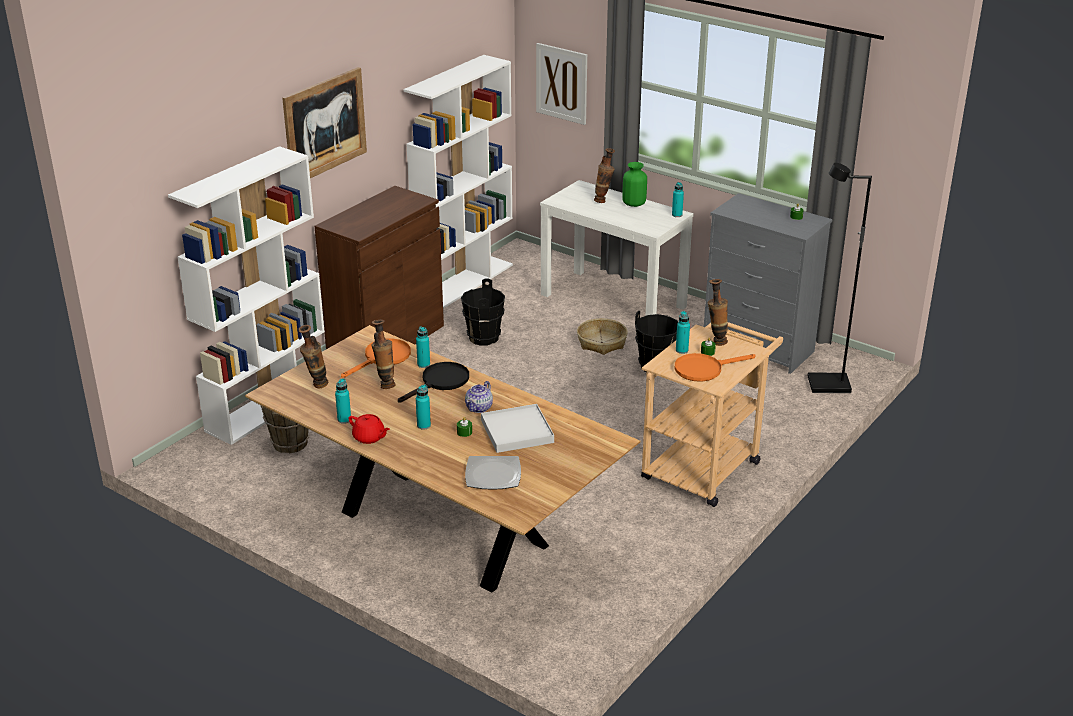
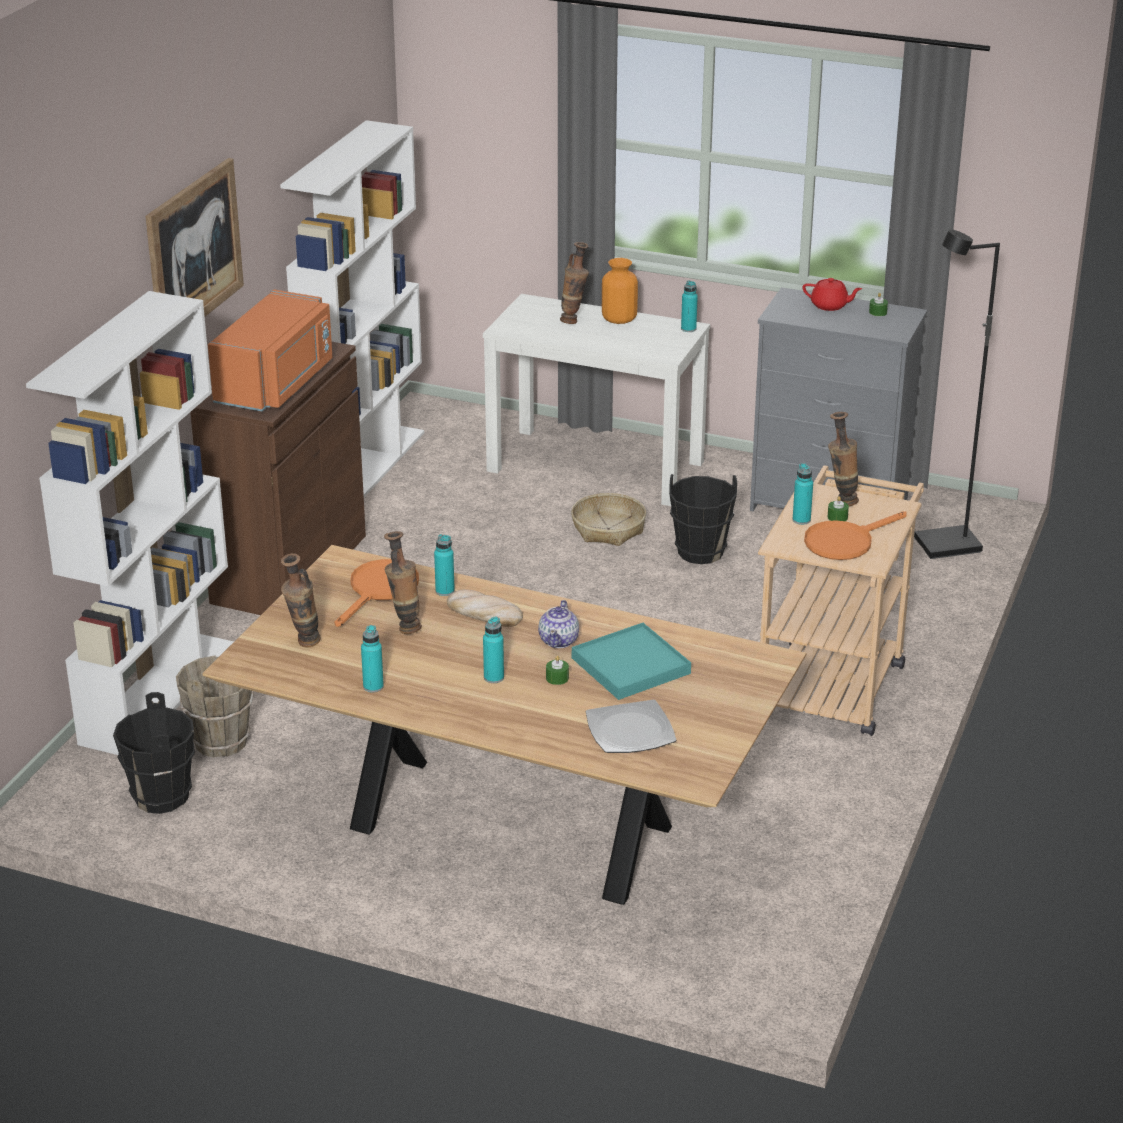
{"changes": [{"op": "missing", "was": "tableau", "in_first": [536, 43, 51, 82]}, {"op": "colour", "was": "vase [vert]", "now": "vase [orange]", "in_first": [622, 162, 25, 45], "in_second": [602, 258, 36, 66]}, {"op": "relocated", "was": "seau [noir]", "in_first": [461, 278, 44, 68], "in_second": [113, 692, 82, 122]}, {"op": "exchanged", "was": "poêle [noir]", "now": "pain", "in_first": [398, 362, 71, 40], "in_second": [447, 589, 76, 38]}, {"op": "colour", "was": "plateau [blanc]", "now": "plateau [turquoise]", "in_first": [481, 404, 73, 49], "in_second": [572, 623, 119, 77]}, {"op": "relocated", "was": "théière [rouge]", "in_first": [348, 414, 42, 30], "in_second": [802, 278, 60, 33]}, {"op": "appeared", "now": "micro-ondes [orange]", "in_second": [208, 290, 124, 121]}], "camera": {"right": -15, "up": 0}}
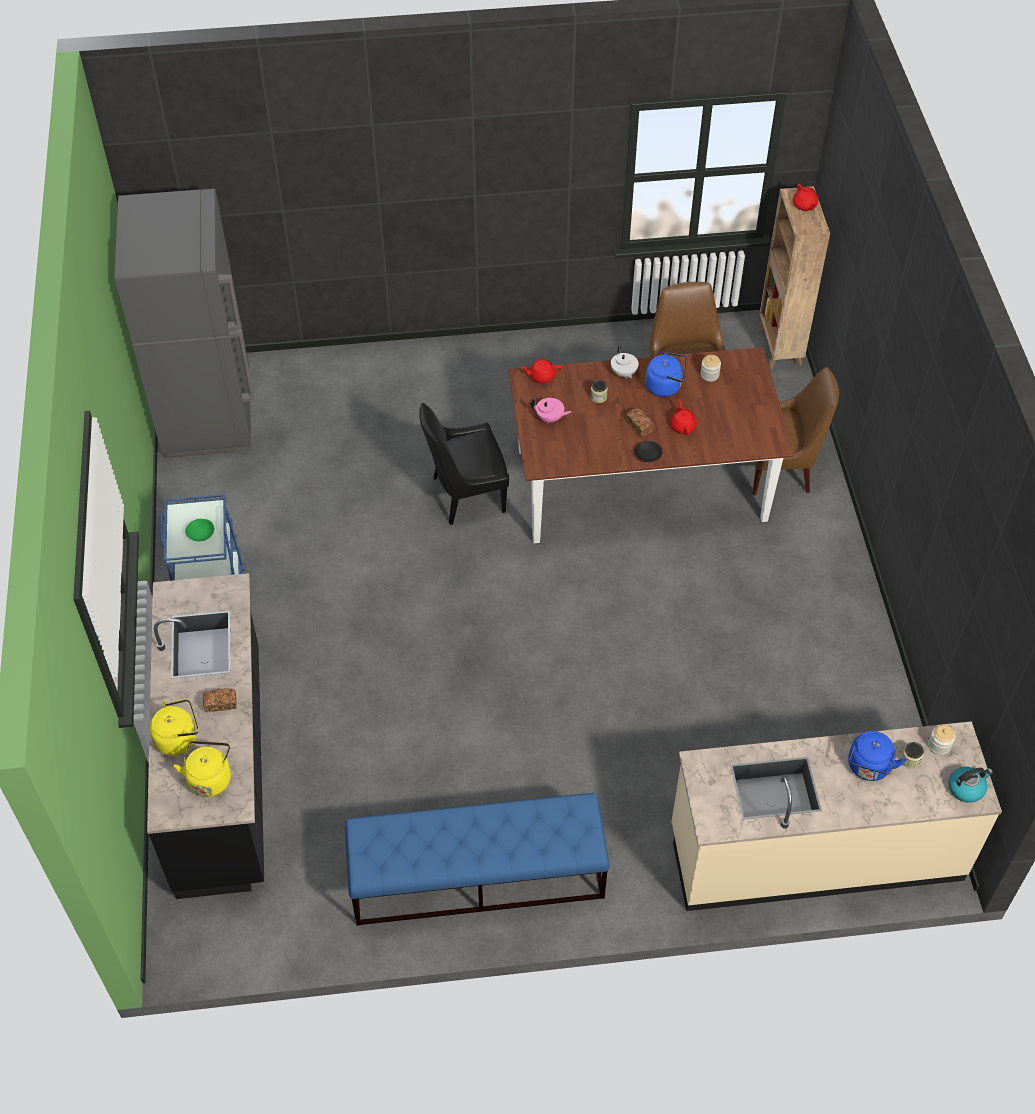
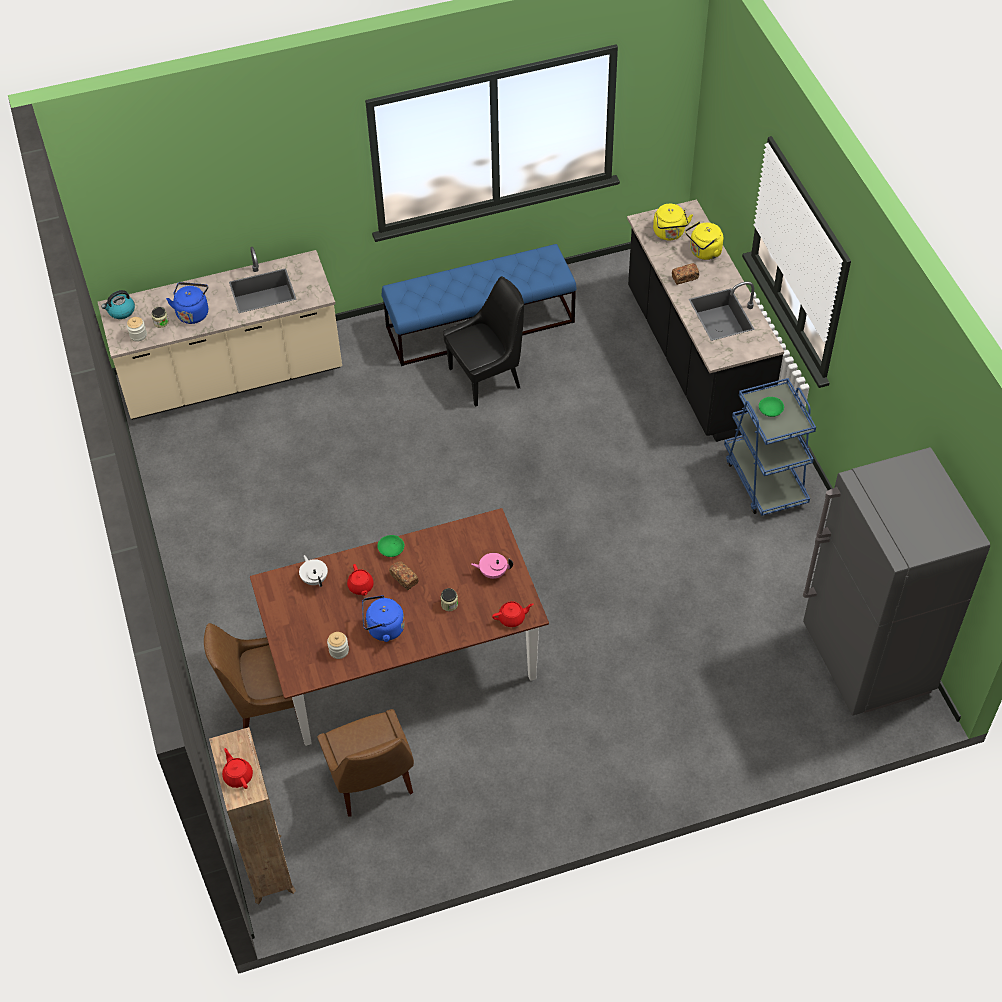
{"changes": [{"op": "relocated", "was": "théière [blanc]", "in_first": [611, 346, 28, 32], "in_second": [299, 555, 29, 32]}, {"op": "relocated", "was": "chaise [noir]", "in_first": [419, 403, 90, 122], "in_second": [443, 276, 81, 131]}, {"op": "colour", "was": "bol [noir]", "now": "bol [vert]", "in_first": [634, 441, 28, 21], "in_second": [377, 535, 27, 22]}], "camera": {"right": 170, "up": 0}}
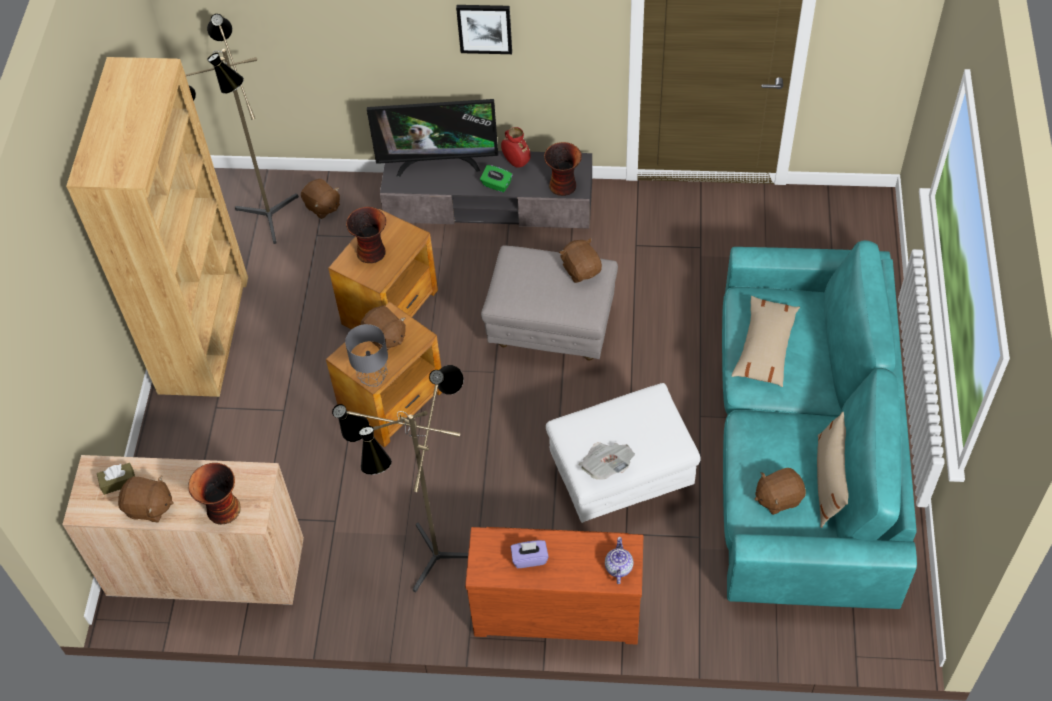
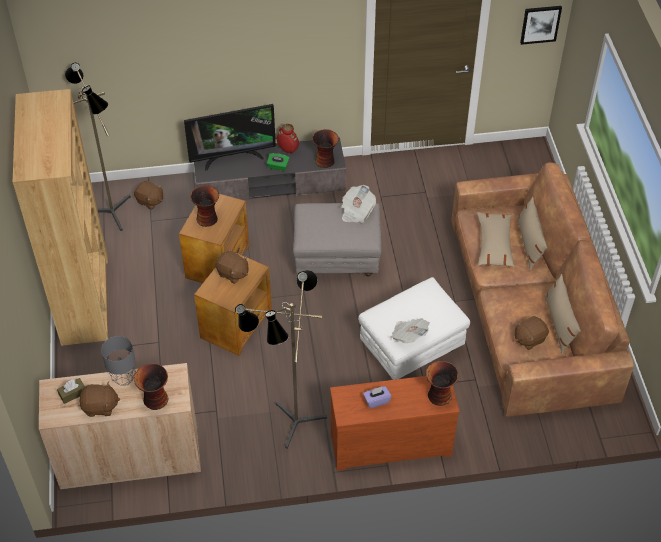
{"changes": [{"op": "relocated", "was": "tableau", "in_first": [456, 5, 56, 49], "in_second": [520, 6, 42, 39]}, {"op": "exchanged", "was": "peluche [marron]", "now": "journal", "in_first": [559, 238, 43, 45], "in_second": [341, 185, 35, 38]}, {"op": "colour", "was": "canapé [turquoise]", "now": "canapé [marron]", "in_first": [722, 240, 195, 369], "in_second": [451, 162, 183, 255]}, {"op": "relocated", "was": "lampe de table [gris]", "in_first": [345, 324, 43, 63], "in_second": [101, 336, 35, 50]}, {"op": "exchanged", "was": "théière", "now": "vase", "in_first": [605, 537, 28, 47], "in_second": [426, 361, 32, 45]}, {"op": "appeared", "now": "coussin [beige]", "in_second": [517, 196, 30, 75]}], "camera": {"right": -15, "up": -5}}
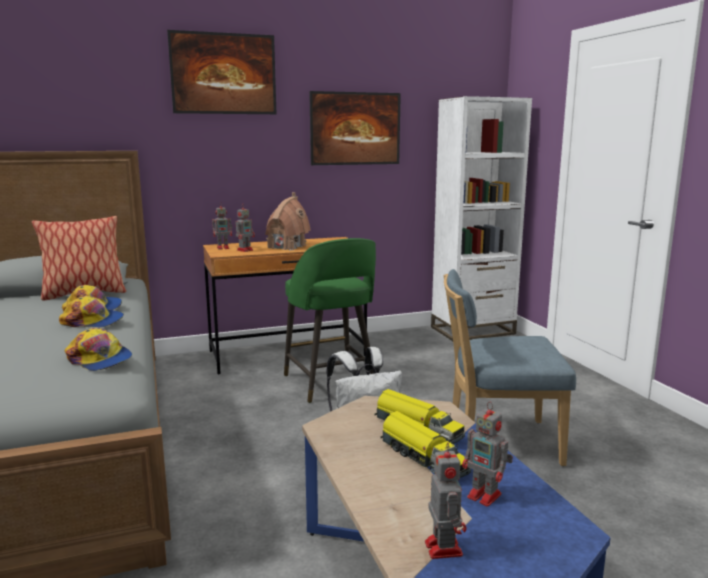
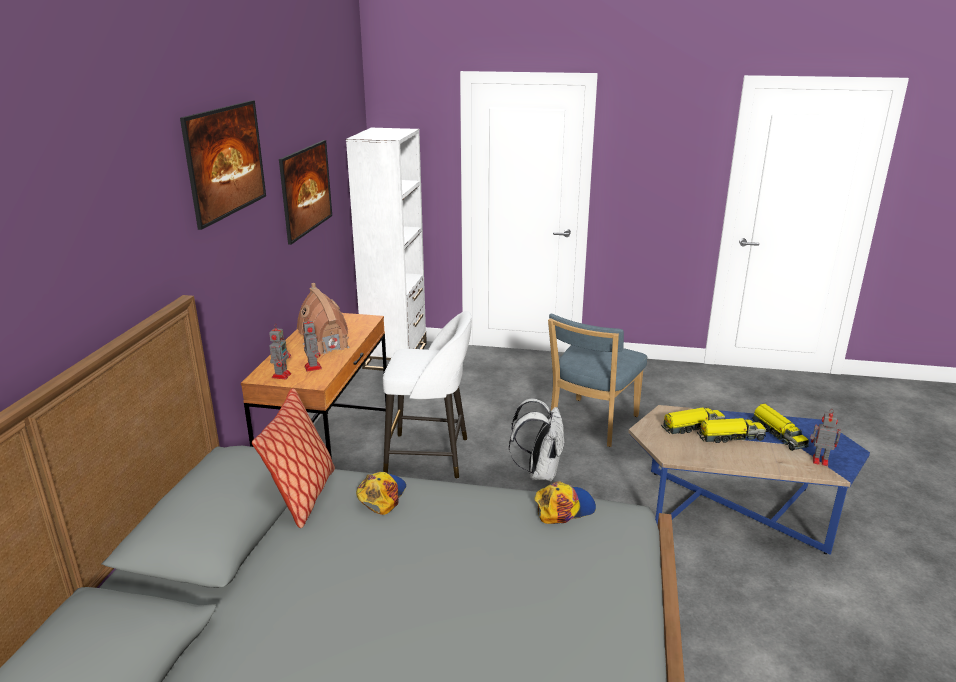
{"changes": [{"op": "colour", "was": "tabouret [vert]", "now": "tabouret [blanc]", "in_first": [284, 238, 92, 165], "in_second": [383, 311, 89, 168]}, {"op": "missing", "was": "casquette", "in_first": [59, 296, 65, 31]}, {"op": "exchanged", "was": "robot jouet", "now": "camion jouet", "in_first": [462, 402, 51, 105], "in_second": [752, 404, 57, 47]}], "camera": {"right": -60, "up": 10}}
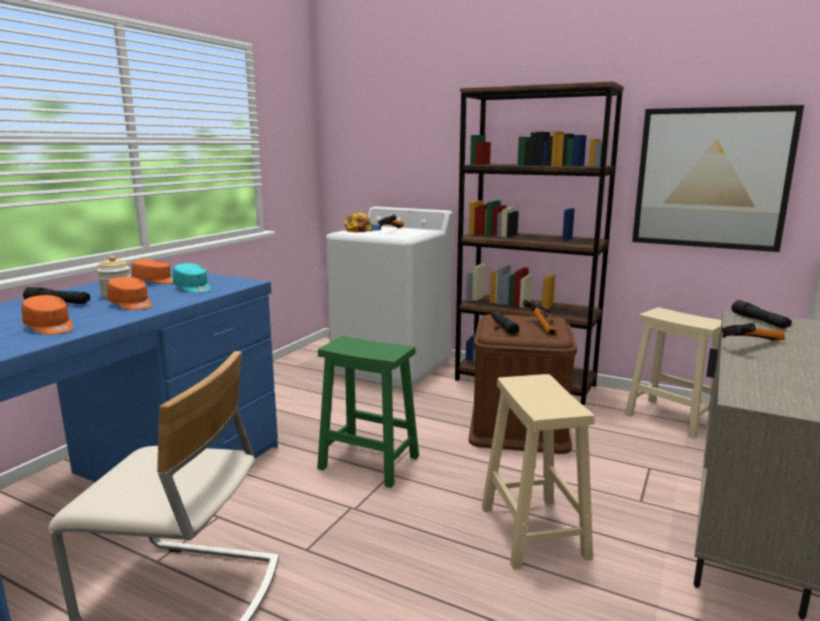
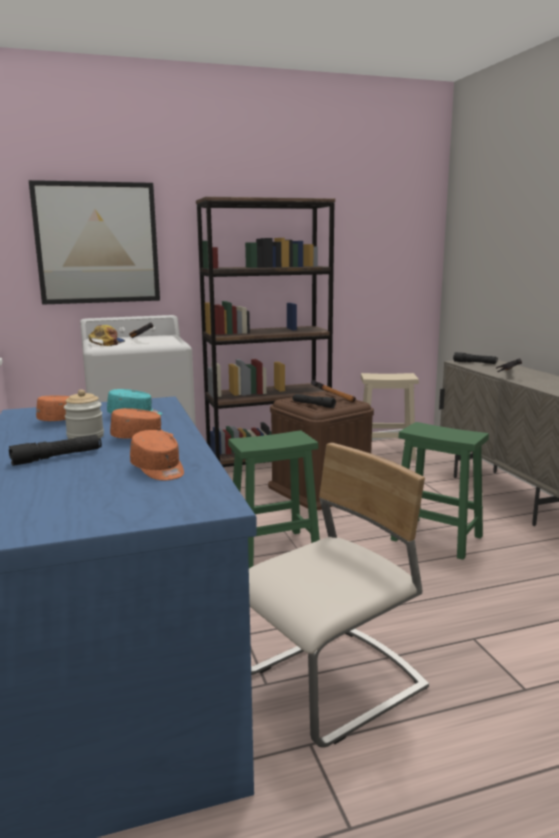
{"changes": [{"op": "relocated", "was": "tableau", "in_first": [632, 105, 172, 147], "in_second": [29, 180, 131, 125]}, {"op": "spun", "was": "casquette [orange]", "in_first": [22, 295, 51, 40], "in_second": [130, 430, 54, 51], "clockwise": 60}, {"op": "colour", "was": "tabouret [beige]", "now": "tabouret [vert]", "in_first": [482, 374, 113, 195], "in_second": [391, 422, 98, 138]}], "camera": {"right": -45, "up": 0}}
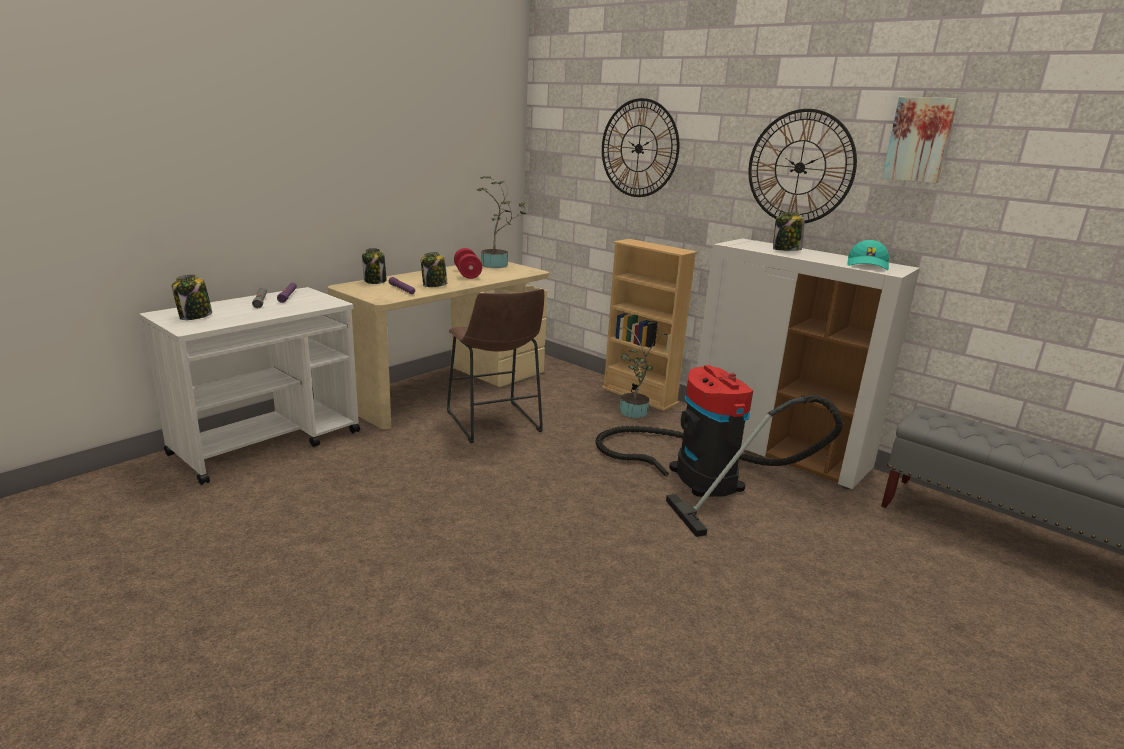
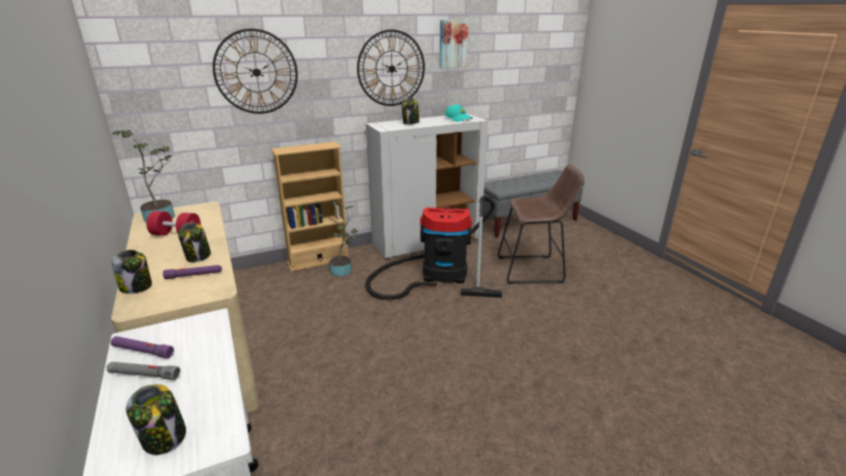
{"changes": [{"op": "relocated", "was": "tabouret [marron]", "in_first": [447, 289, 97, 154], "in_second": [498, 164, 86, 120]}], "camera": {"right": -65, "up": 5}}
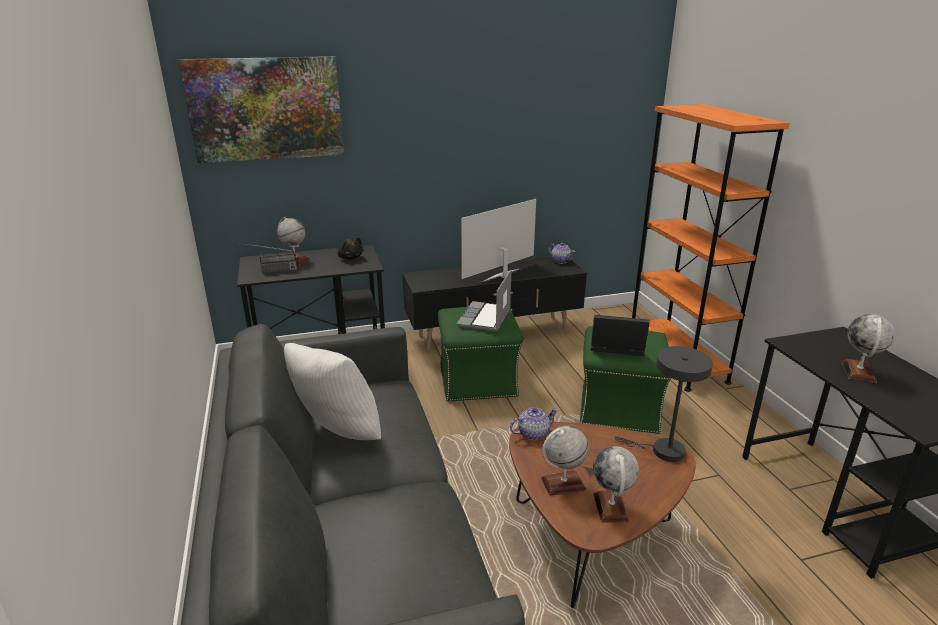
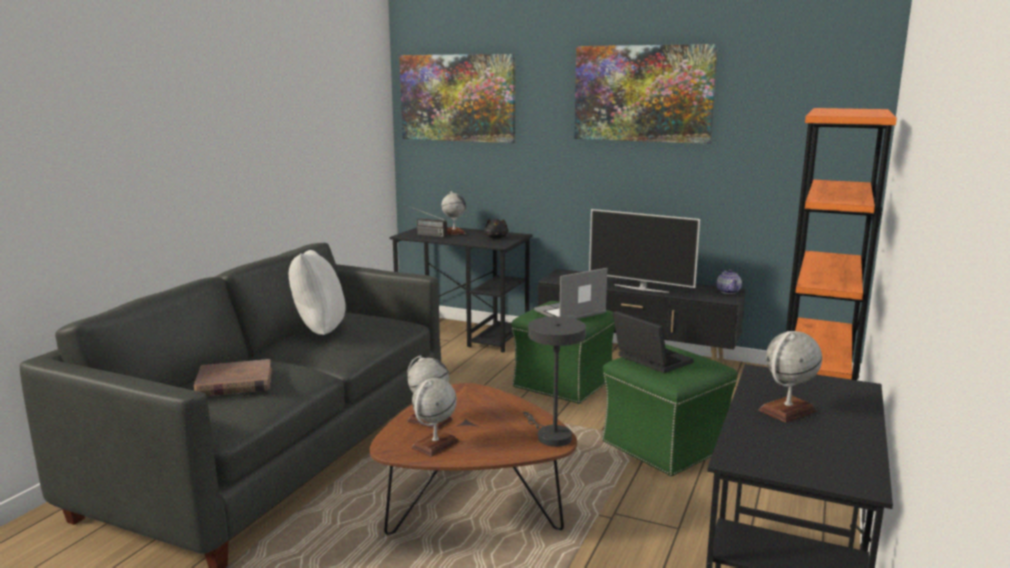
{"changes": [{"op": "spun", "was": "téléviseur", "in_first": [461, 199, 75, 83], "in_second": [589, 209, 111, 84], "clockwise": -150}, {"op": "missing", "was": "théière", "in_first": [510, 407, 48, 33]}, {"op": "appeared", "now": "tableau", "in_second": [574, 44, 144, 100]}, {"op": "appeared", "now": "livre [marron]", "in_second": [194, 359, 78, 37]}], "camera": {"right": 40, "up": -10}}
